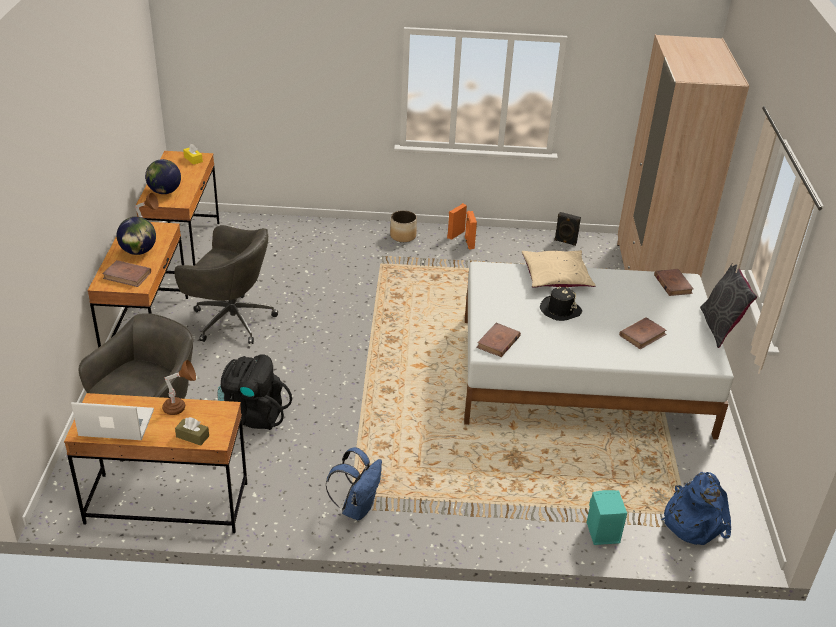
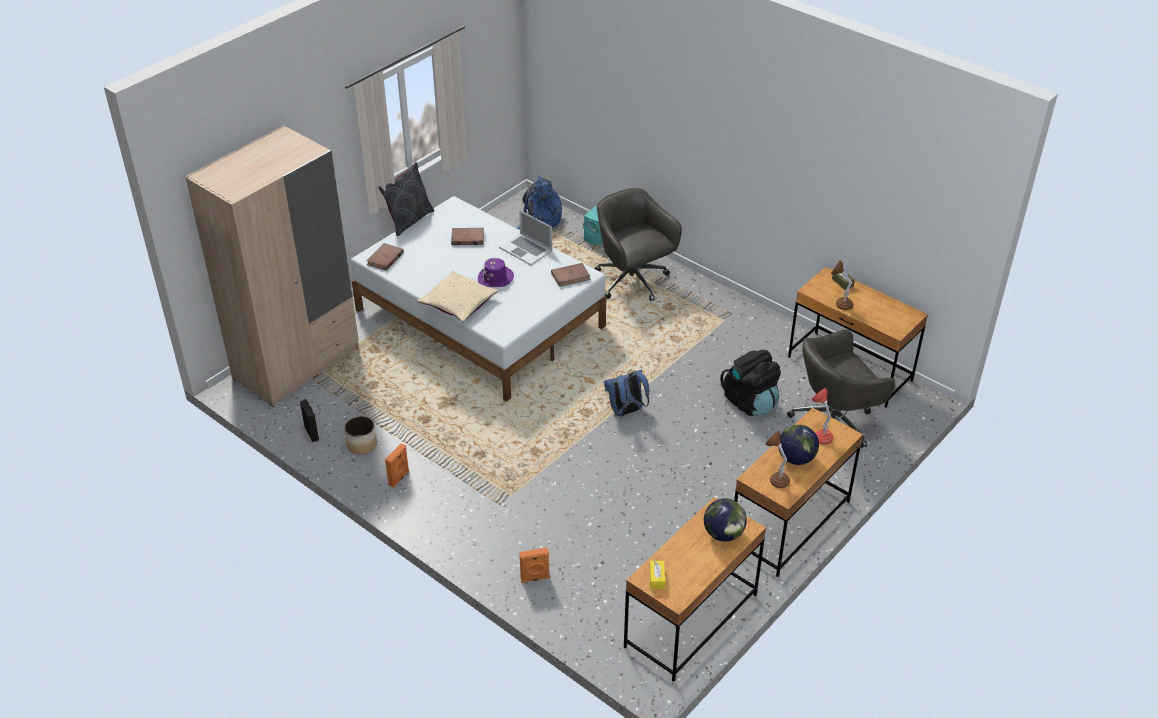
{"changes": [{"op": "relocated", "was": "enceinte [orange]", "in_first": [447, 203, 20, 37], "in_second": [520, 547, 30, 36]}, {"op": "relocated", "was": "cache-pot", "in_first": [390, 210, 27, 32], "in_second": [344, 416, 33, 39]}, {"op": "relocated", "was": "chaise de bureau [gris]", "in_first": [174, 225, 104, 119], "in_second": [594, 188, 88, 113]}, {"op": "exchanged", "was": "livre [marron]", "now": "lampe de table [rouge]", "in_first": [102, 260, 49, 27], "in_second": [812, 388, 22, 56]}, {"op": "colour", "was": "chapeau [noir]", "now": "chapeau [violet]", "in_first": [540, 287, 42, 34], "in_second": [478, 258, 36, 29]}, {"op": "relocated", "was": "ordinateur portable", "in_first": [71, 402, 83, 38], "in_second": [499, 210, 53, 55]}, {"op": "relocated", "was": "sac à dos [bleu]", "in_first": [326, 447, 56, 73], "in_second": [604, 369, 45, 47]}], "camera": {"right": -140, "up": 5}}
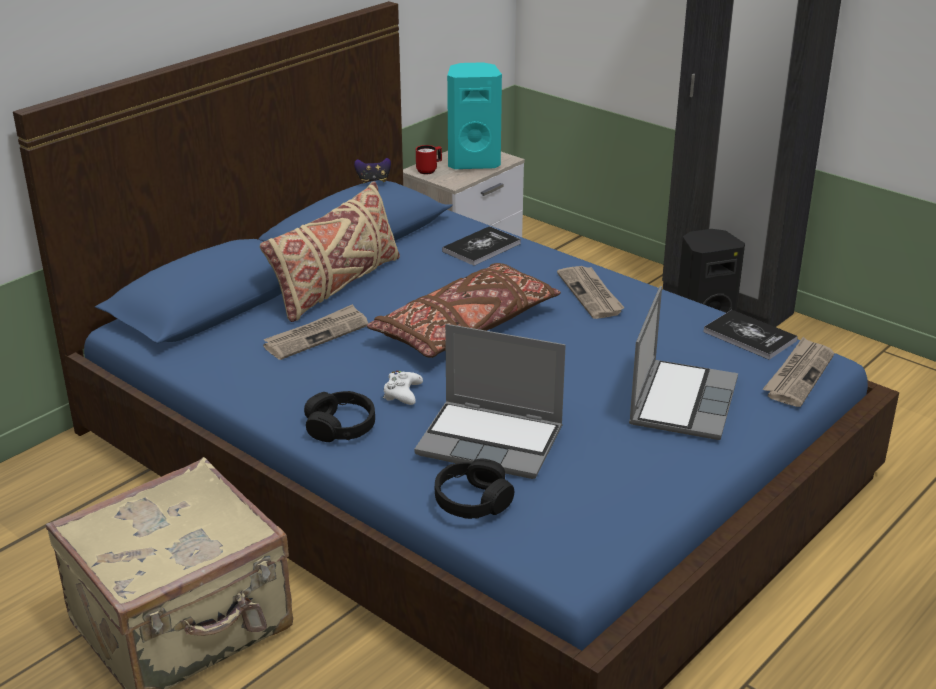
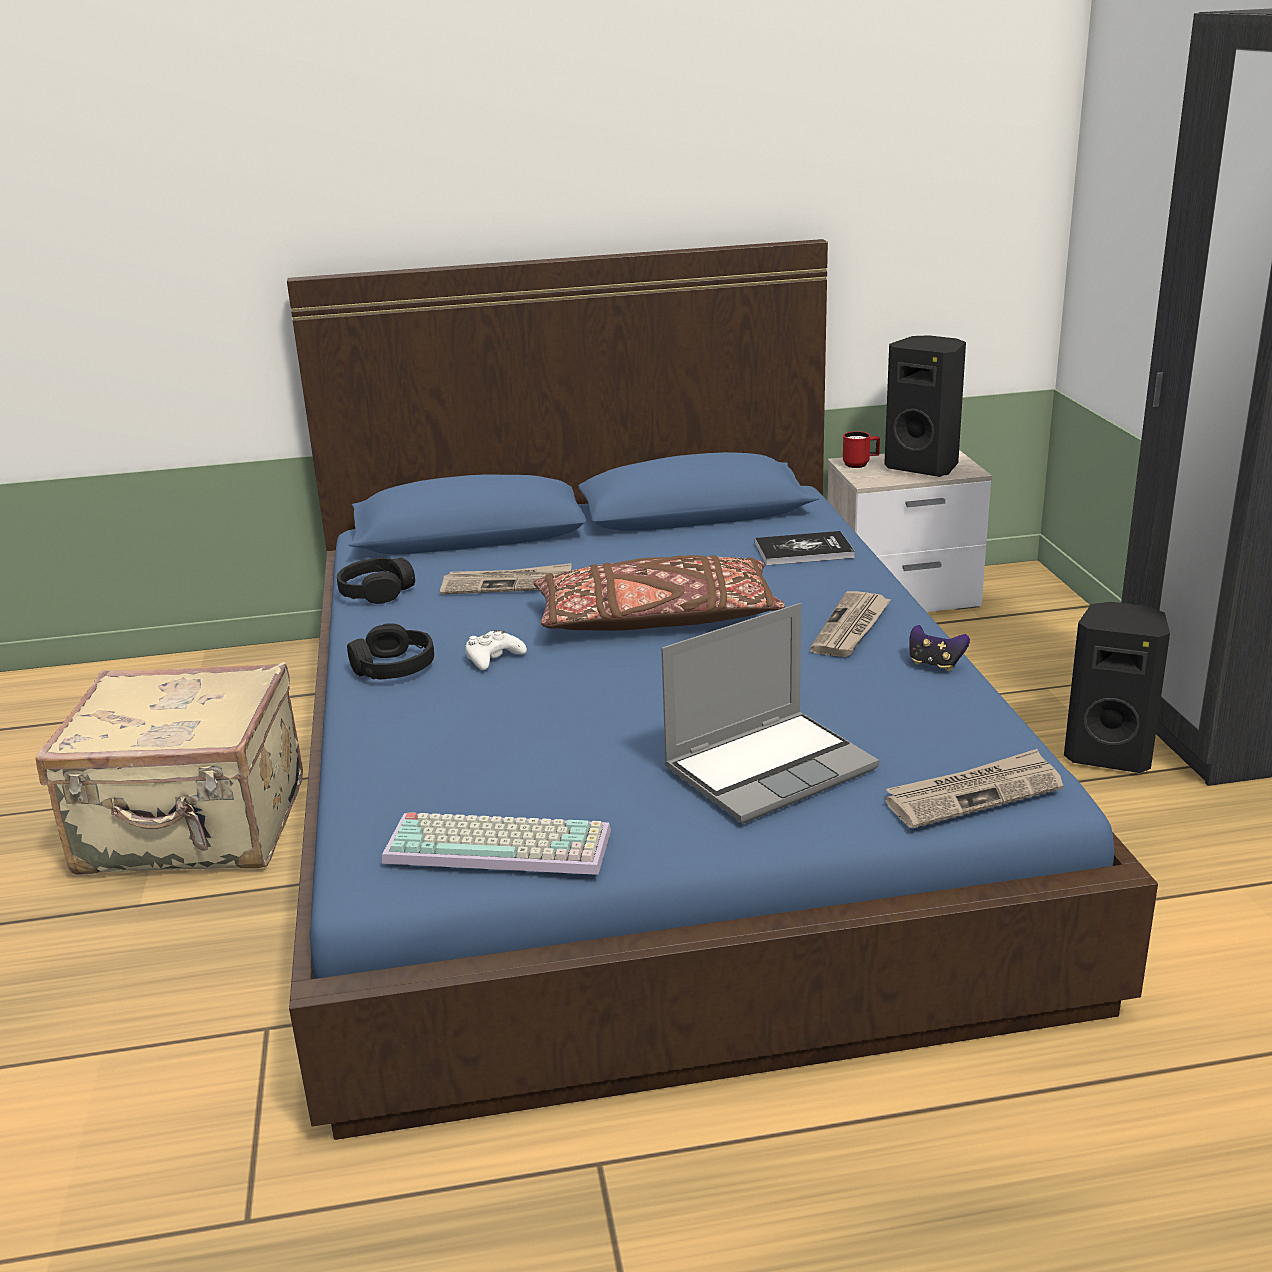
{"changes": [{"op": "colour", "was": "enceinte [turquoise]", "now": "enceinte [noir]", "in_first": [447, 62, 55, 107], "in_second": [884, 335, 82, 142]}, {"op": "relocated", "was": "manette", "in_first": [354, 158, 37, 25], "in_second": [909, 625, 61, 46]}, {"op": "missing", "was": "coussin [beige]", "in_first": [260, 181, 140, 141]}, {"op": "missing", "was": "livre", "in_first": [703, 310, 95, 50]}, {"op": "missing", "was": "ordinateur portable", "in_first": [414, 324, 152, 155]}, {"op": "relocated", "was": "casque audio [noir]", "in_first": [435, 458, 79, 61], "in_second": [337, 557, 78, 47]}, {"op": "appeared", "now": "clavier", "in_second": [382, 812, 229, 63]}], "camera": {"right": 40, "up": -5}}
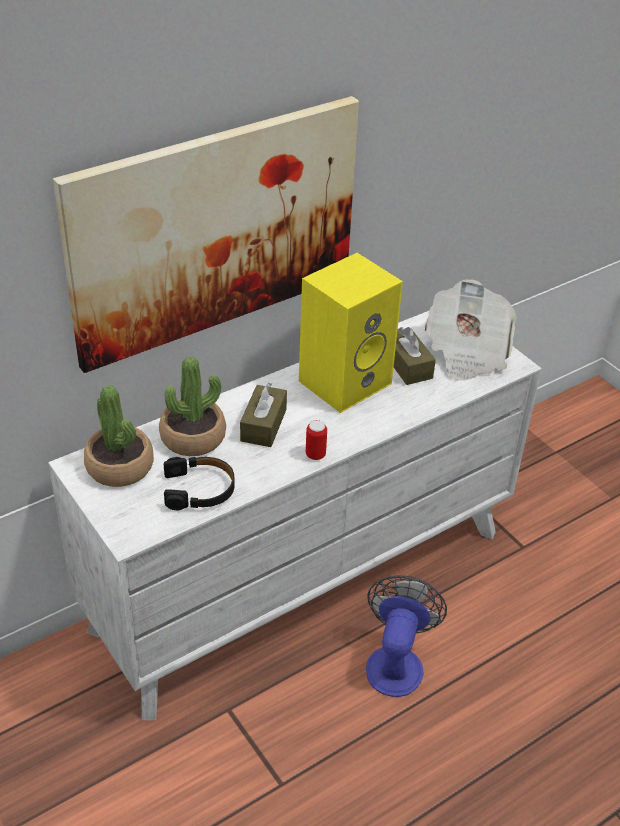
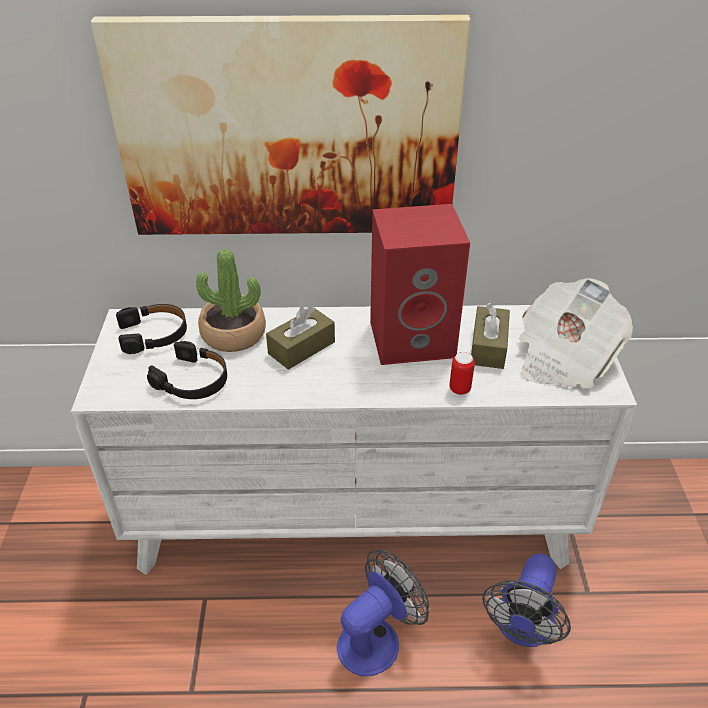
{"changes": [{"op": "colour", "was": "enceinte [jaune]", "now": "enceinte [rouge]", "in_first": [299, 253, 104, 160], "in_second": [370, 204, 100, 161]}, {"op": "exchanged", "was": "plante en pot", "now": "casque audio [noir]", "in_first": [84, 385, 70, 102], "in_second": [116, 304, 71, 50]}, {"op": "relocated", "was": "boîte métallique", "in_first": [306, 420, 21, 40], "in_second": [449, 352, 26, 43]}, {"op": "appeared", "now": "ventilateur", "in_second": [482, 554, 89, 93]}], "camera": {"right": 35, "up": 0}}
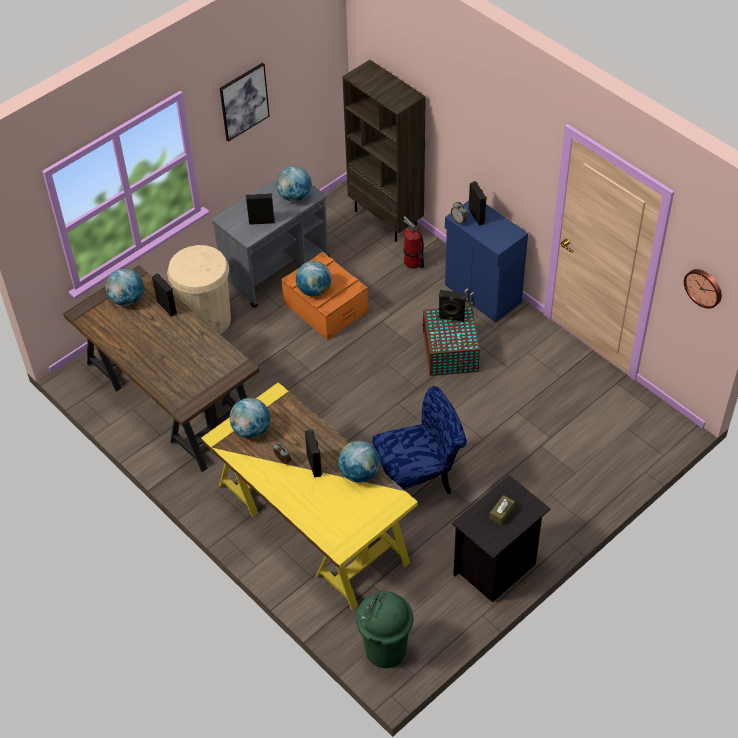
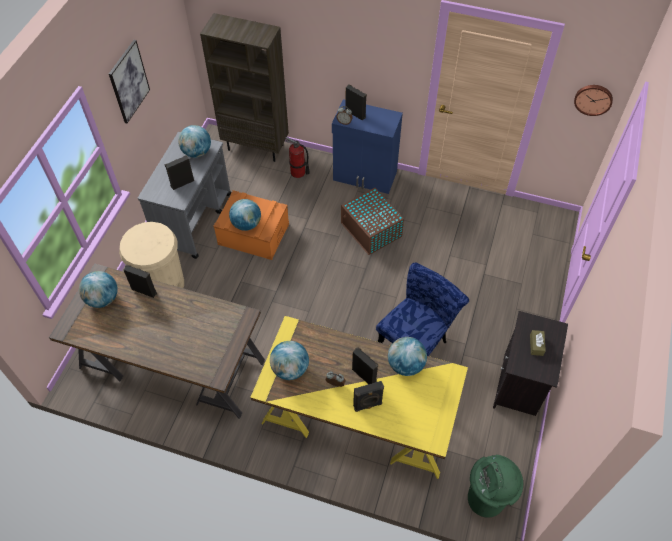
{"changes": [{"op": "relocated", "was": "enceinte [noir]", "in_first": [438, 290, 28, 32], "in_second": [353, 381, 31, 31]}], "camera": {"right": -30, "up": 5}}
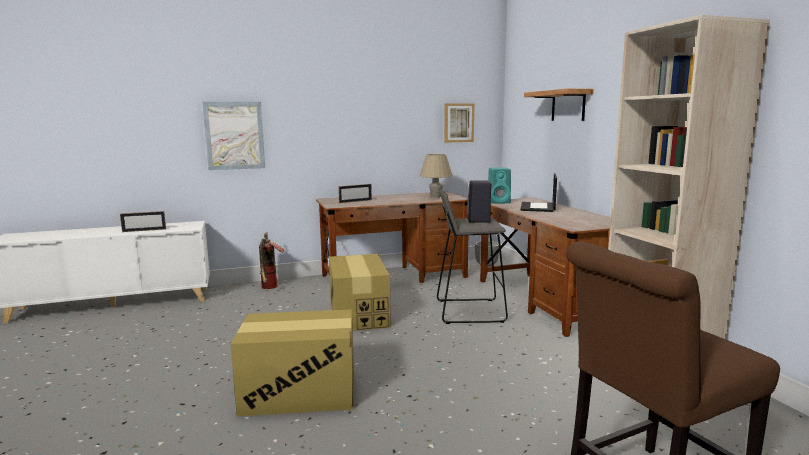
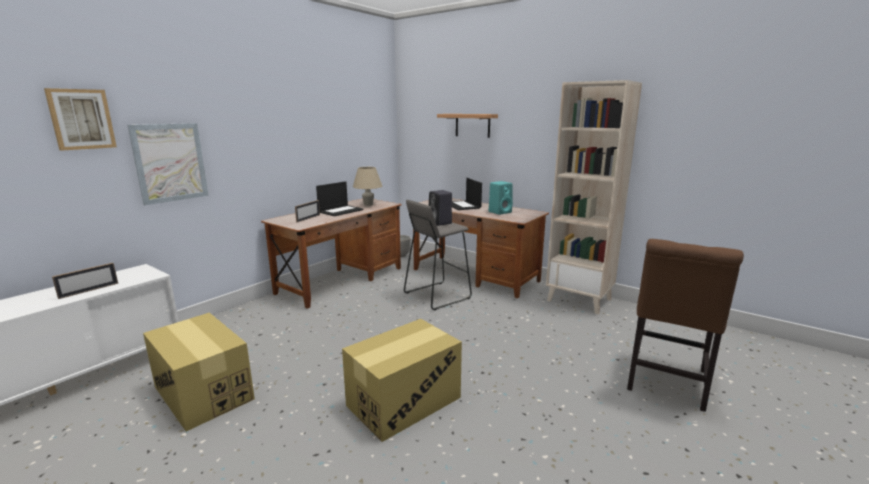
{"changes": [{"op": "relocated", "was": "tableau", "in_first": [444, 103, 30, 40], "in_second": [44, 88, 73, 63]}, {"op": "relocated", "was": "enceinte [turquoise]", "in_first": [488, 167, 23, 37], "in_second": [488, 181, 25, 34]}, {"op": "missing", "was": "extincteur", "in_first": [259, 233, 26, 56]}, {"op": "relocated", "was": "carton", "in_first": [329, 254, 62, 77], "in_second": [143, 312, 112, 119]}, {"op": "appeared", "now": "ordinateur portable", "in_second": [316, 181, 48, 35]}], "camera": {"right": -35, "up": 5}}
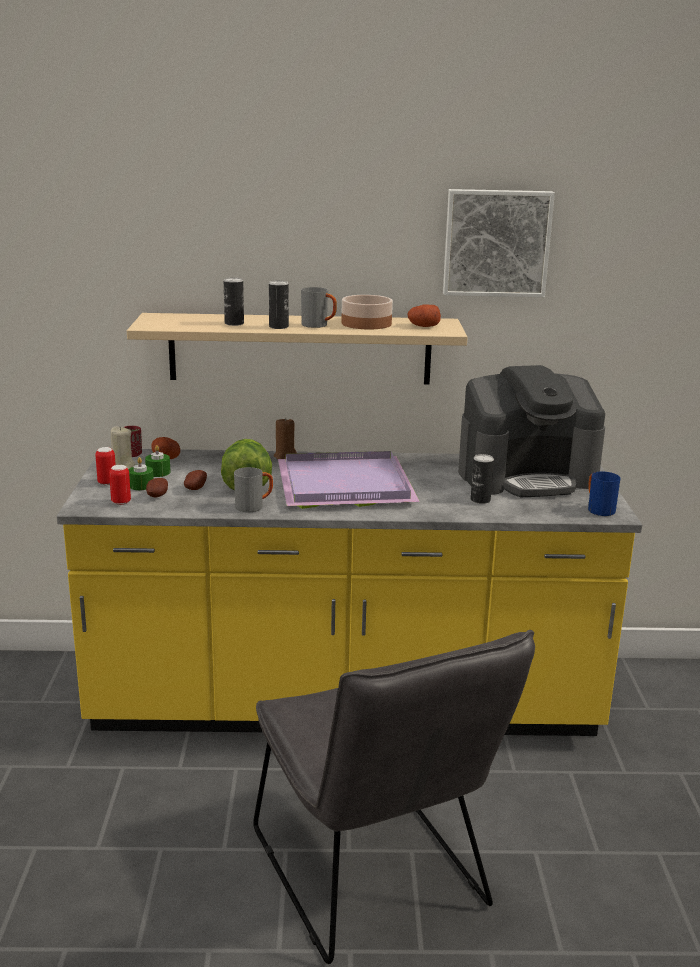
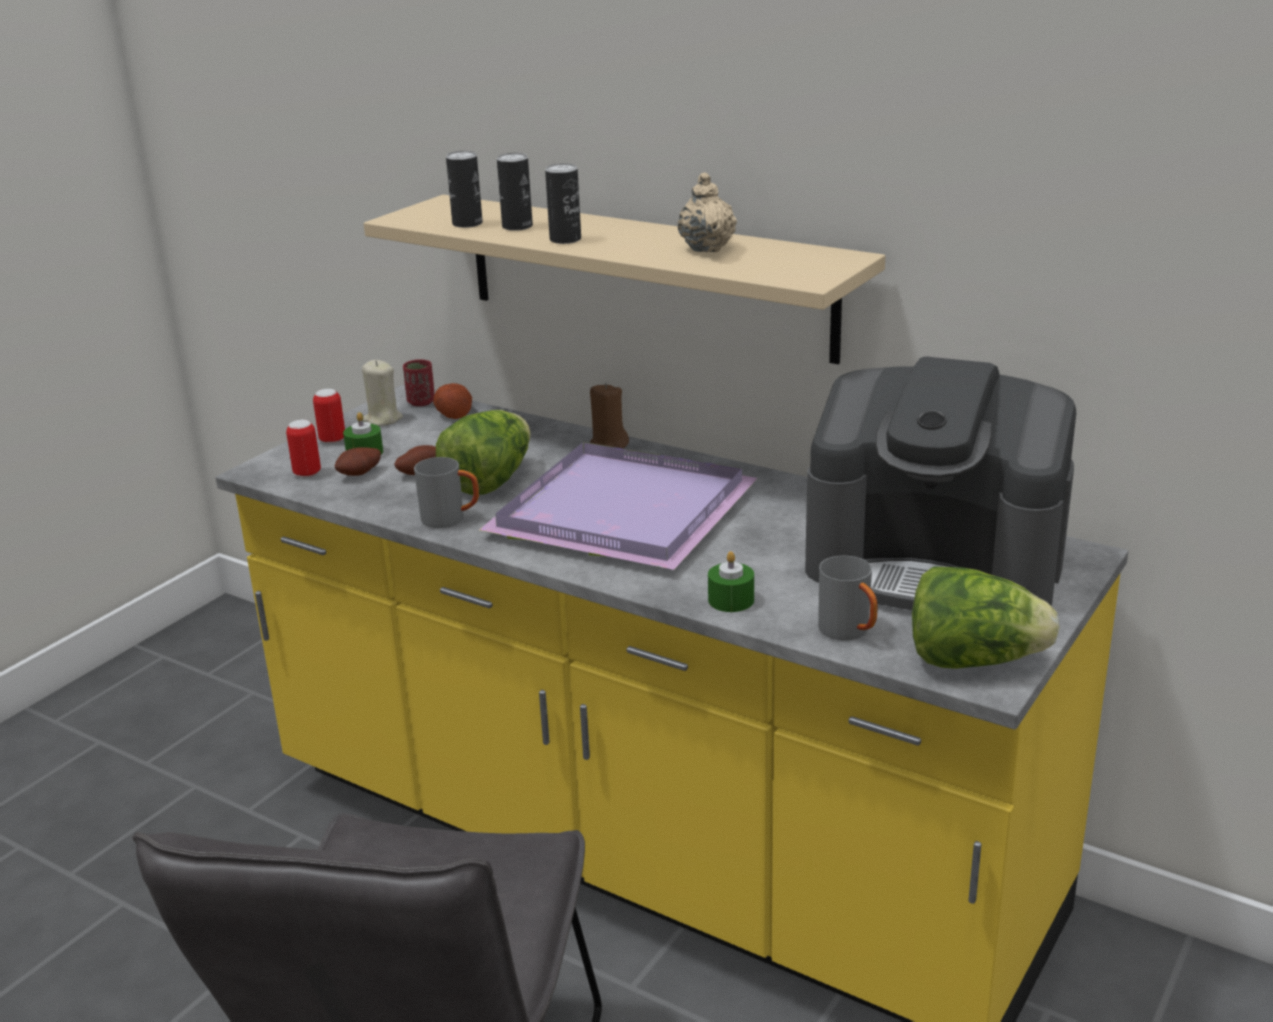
{"changes": [{"op": "missing", "was": "tableau", "in_first": [443, 189, 112, 108]}, {"op": "relocated", "was": "mug [gris]", "in_first": [301, 287, 36, 41], "in_second": [818, 556, 60, 85]}, {"op": "exchanged", "was": "bol", "now": "théière [beige]", "in_first": [341, 295, 52, 35], "in_second": [678, 172, 59, 80]}, {"op": "missing", "was": "pomme de terre", "in_first": [408, 305, 33, 22]}, {"op": "relocated", "was": "bougie [vert]", "in_first": [145, 445, 26, 32], "in_second": [708, 551, 46, 61]}, {"op": "relocated", "was": "boîte métallique", "in_first": [471, 454, 23, 50], "in_second": [446, 151, 37, 77]}, {"op": "exchanged", "was": "mug [bleu]", "now": "laitue", "in_first": [588, 471, 32, 45], "in_second": [912, 566, 147, 103]}], "camera": {"right": 35, "up": 5}}
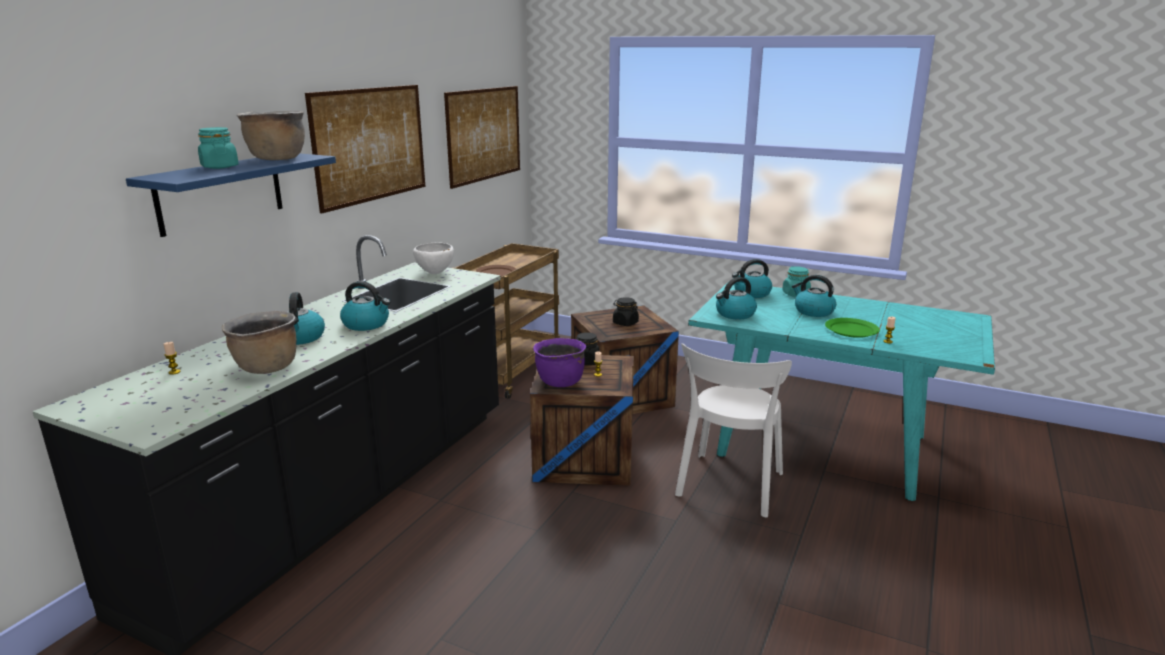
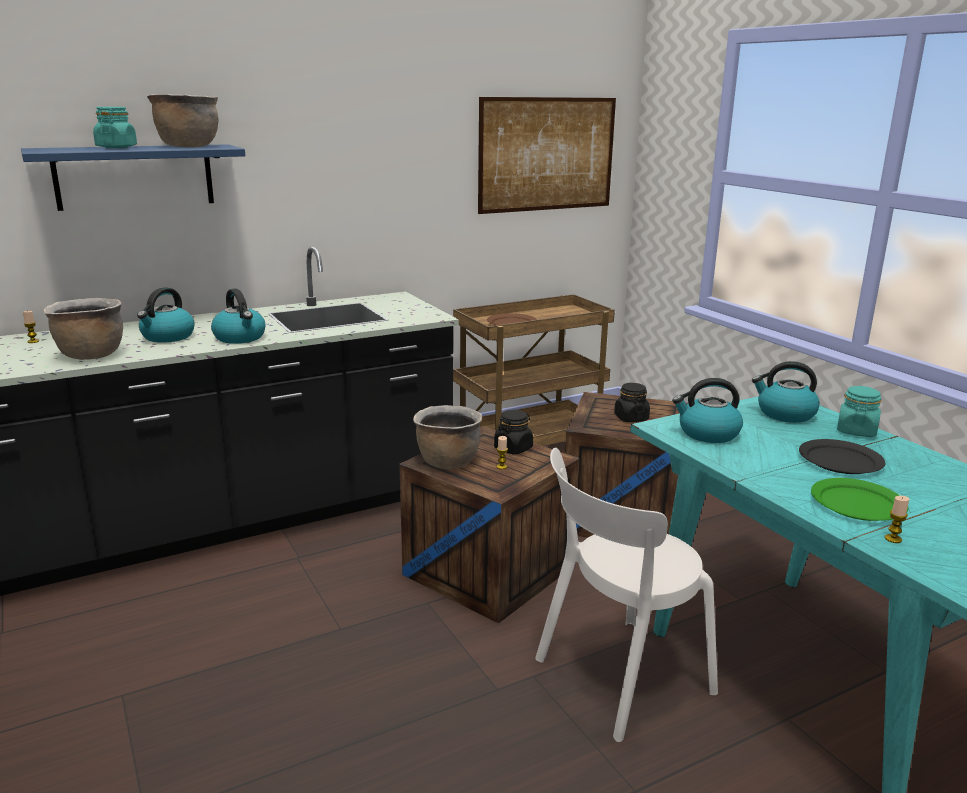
{"changes": [{"op": "missing", "was": "tableau", "in_first": [305, 85, 120, 128]}, {"op": "missing", "was": "bol [blanc]", "in_first": [413, 243, 41, 31]}, {"op": "exchanged", "was": "bouilloire", "now": "assiette [noir]", "in_first": [792, 275, 44, 42], "in_second": [799, 439, 86, 35]}, {"op": "colour", "was": "marmite [violet]", "now": "marmite [marron]", "in_first": [533, 338, 53, 49], "in_second": [413, 405, 69, 64]}], "camera": {"right": 35, "up": 0}}
